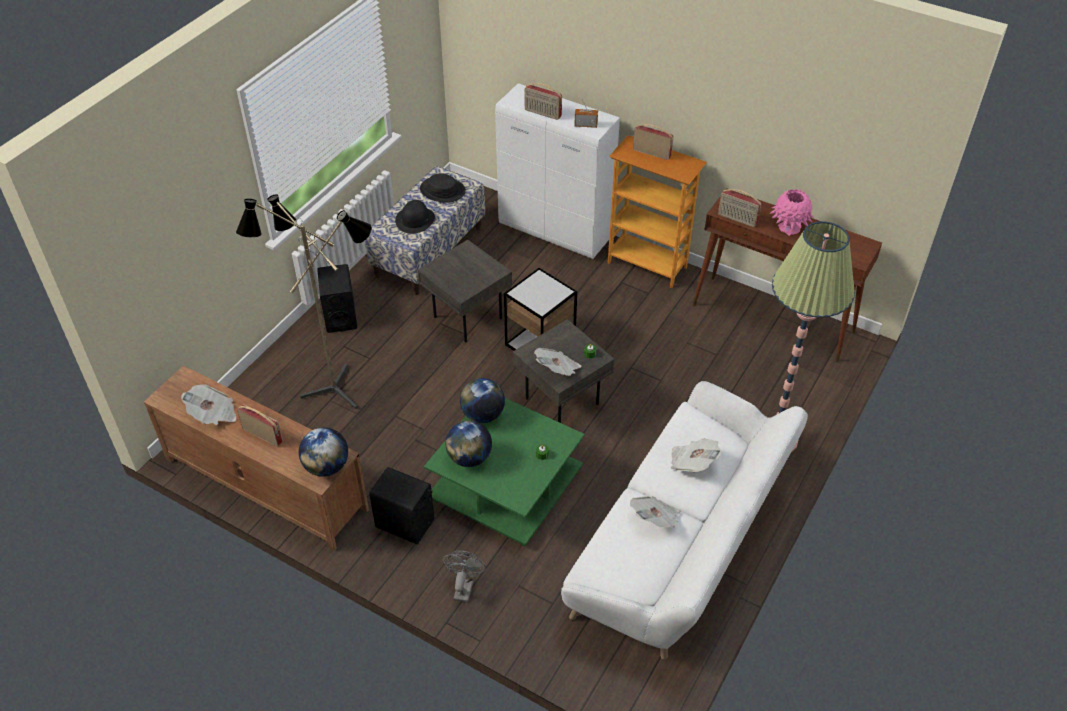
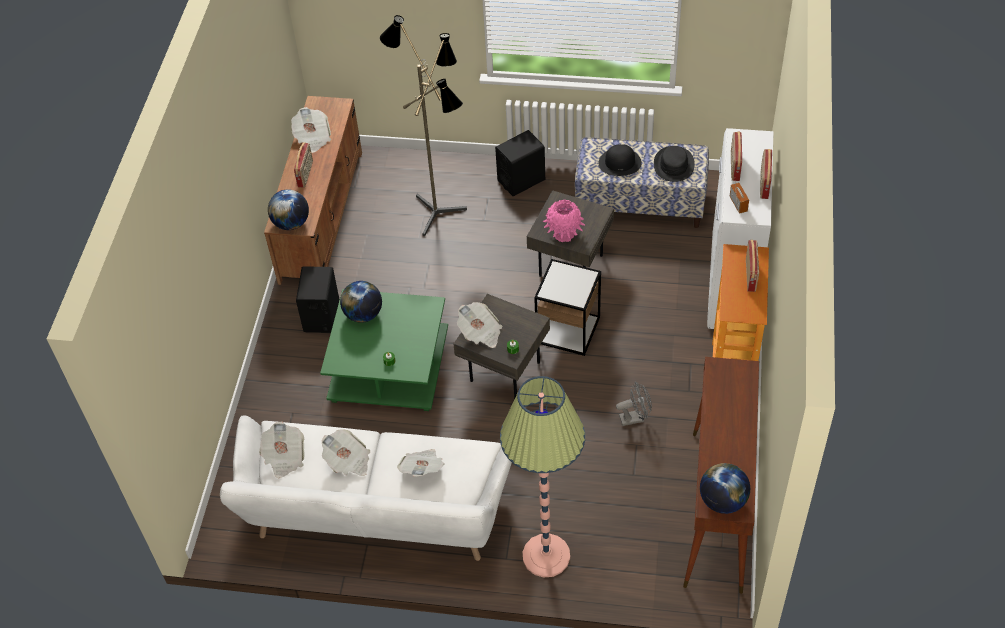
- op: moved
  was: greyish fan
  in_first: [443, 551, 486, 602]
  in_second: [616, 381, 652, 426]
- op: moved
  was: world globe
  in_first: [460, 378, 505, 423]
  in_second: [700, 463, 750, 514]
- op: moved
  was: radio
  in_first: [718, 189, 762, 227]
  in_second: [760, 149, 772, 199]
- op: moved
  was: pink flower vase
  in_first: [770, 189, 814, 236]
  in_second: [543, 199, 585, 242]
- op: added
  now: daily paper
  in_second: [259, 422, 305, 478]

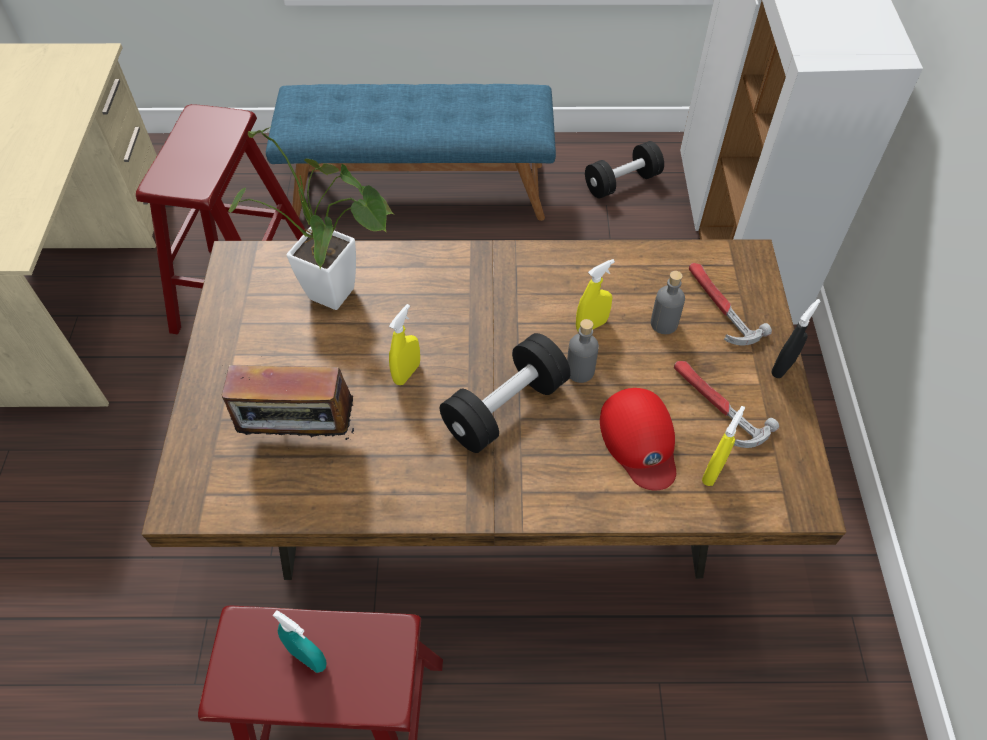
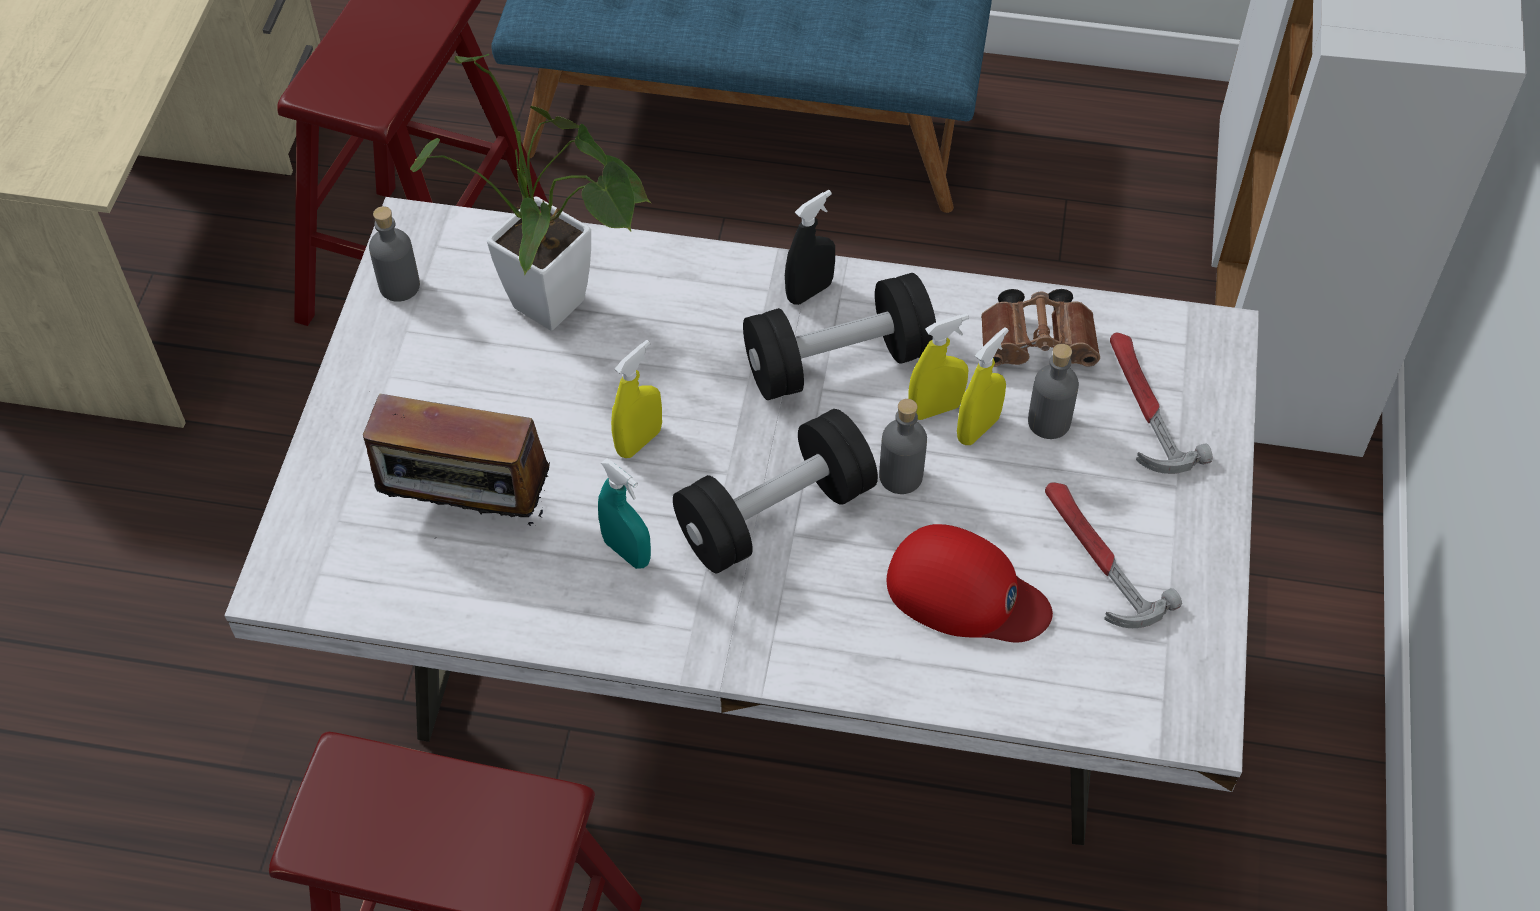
- op: recoloured
  was: brown dinner table
  now: whitish dinner table
  in_first: [141, 239, 846, 580]
  in_second: [224, 197, 1259, 845]
- op: moved
  was: turquoise-coloured spray bottle
  in_first: [273, 610, 327, 673]
  in_second: [598, 458, 651, 569]
- op: moved
  was: black dumbbell
  in_first: [585, 141, 664, 199]
  in_second: [743, 273, 936, 400]
- op: turned
  was: red-coloured cap
  in_first: [600, 388, 676, 490]
  in_second: [887, 524, 1053, 643]
  clockwise: -60
- op: moved
  was: yellowish spray bottle
  in_first: [702, 406, 745, 486]
  in_second: [957, 327, 1009, 445]
- op: moved
  was: black spray bottle
  in_first: [771, 299, 821, 378]
  in_second: [785, 190, 835, 305]
- op: added
  now: greyish beverage bottle
  in_second: [369, 206, 420, 302]
- op: added
  now: brown binoculars
  in_second: [981, 289, 1100, 367]

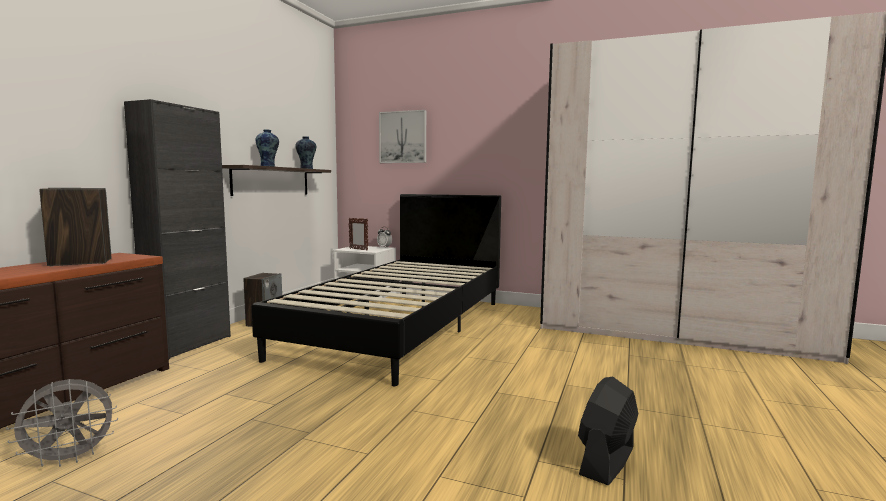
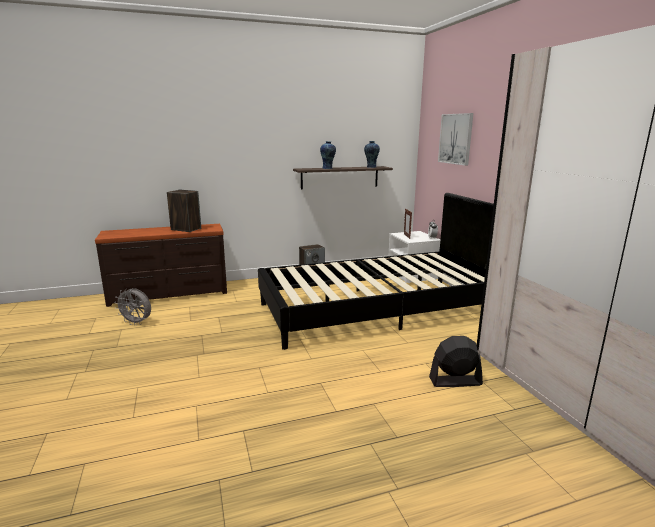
- op: removed
  was: black cabinet
  in_first: [124, 99, 231, 359]
- op: moved
  was: black fan
  in_first: [578, 377, 639, 485]
  in_second: [429, 336, 483, 387]

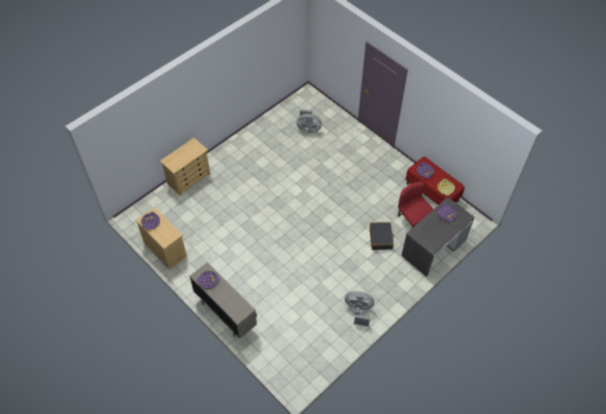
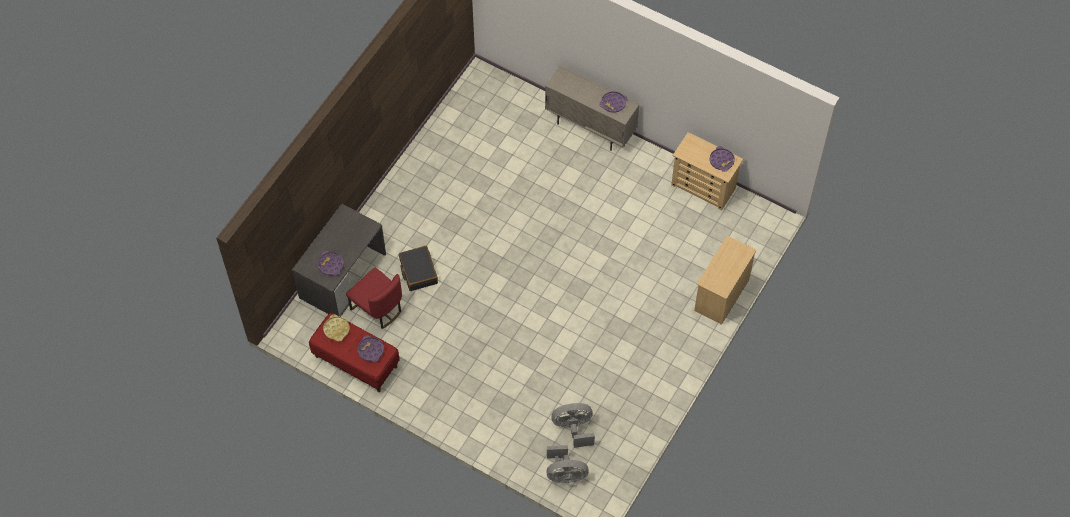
- op: moved
  was: greyish fan
  in_first: [345, 291, 374, 327]
  in_second: [546, 445, 589, 483]

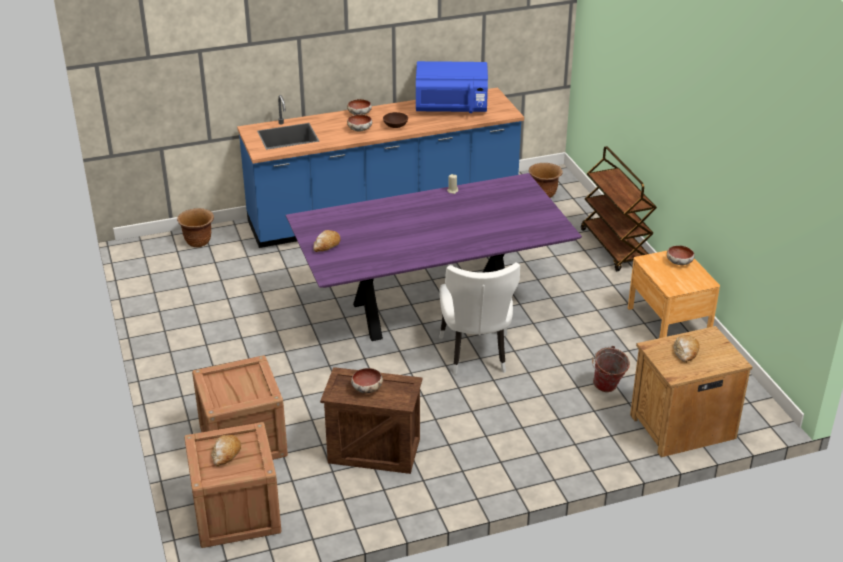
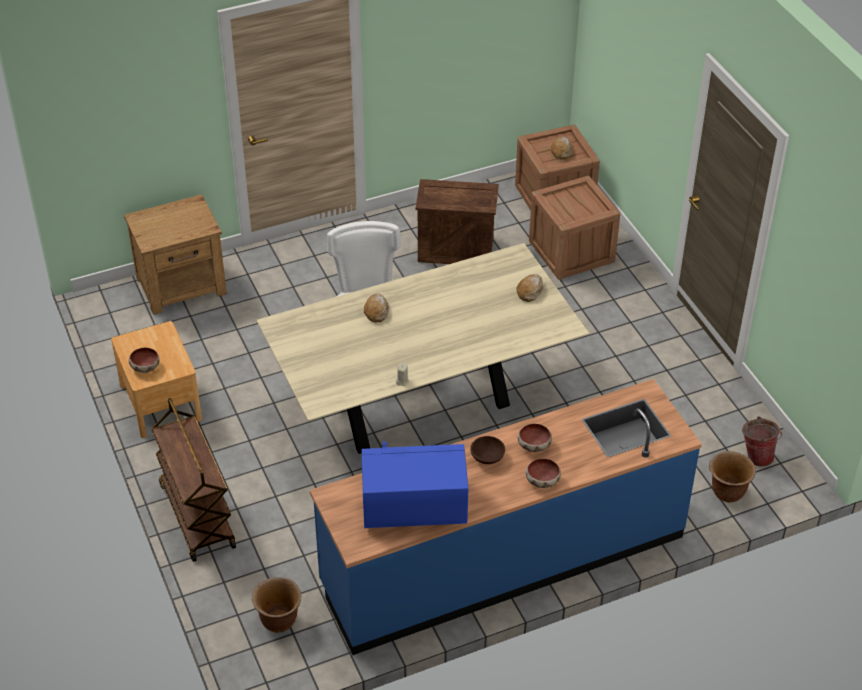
- op: recoloured
  was: purple-coloured dinner table
  now: sand-coloured dinner table
  in_first: [286, 173, 582, 341]
  in_second: [256, 243, 589, 454]
- op: removed
  was: serving bowl
  in_first: [351, 368, 383, 393]
- op: moved
  was: water bucket
  in_first: [592, 346, 630, 392]
  in_second: [742, 416, 782, 466]
- op: moved
  was: baked bread
  in_first: [673, 335, 700, 363]
  in_second: [364, 293, 389, 322]

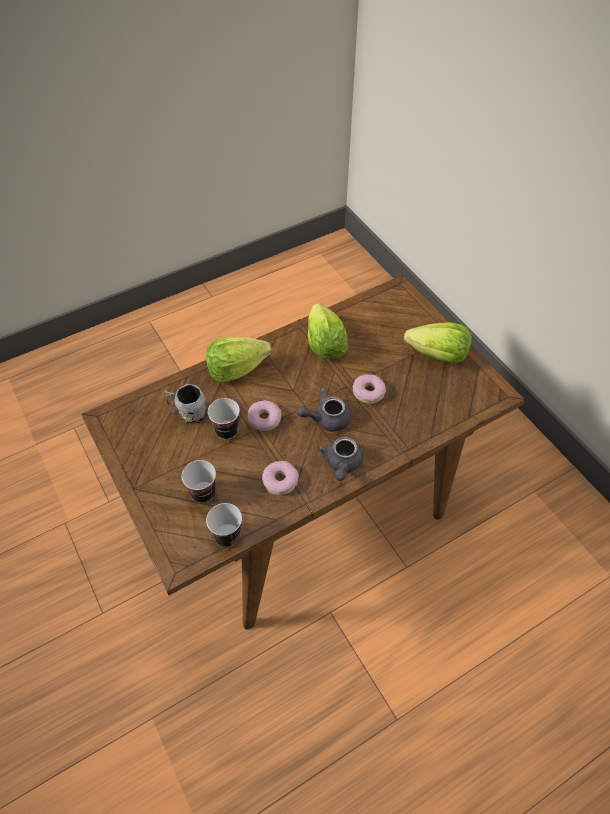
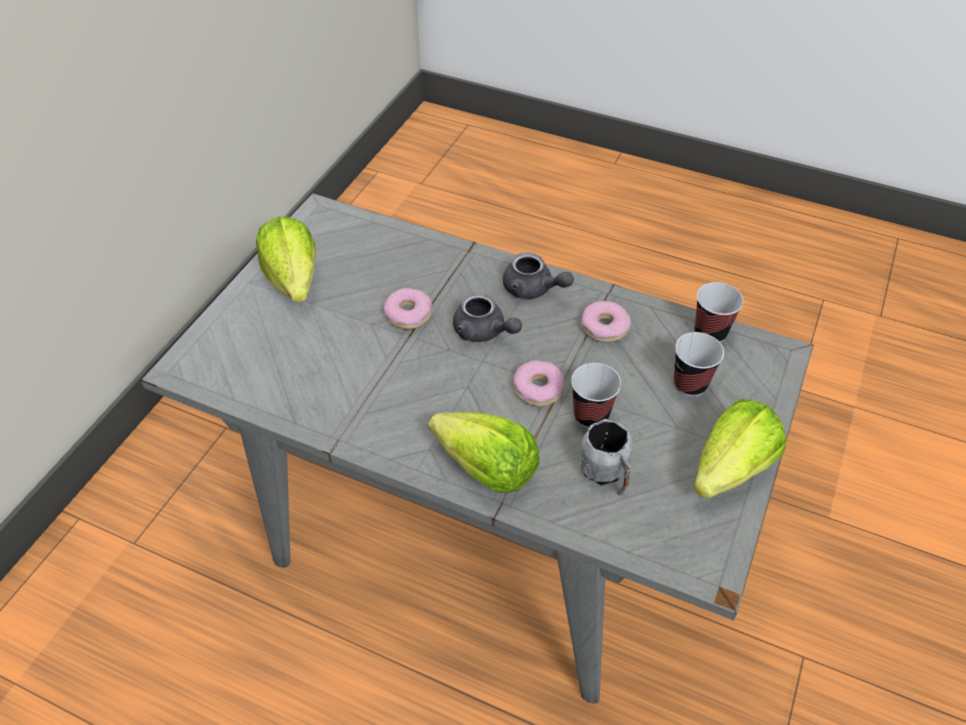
- op: recoloured
  was: brown dinner table
  now: greyish dinner table
  in_first: [81, 275, 526, 629]
  in_second: [141, 193, 814, 703]
- op: moved
  was: lettuce
  in_first: [308, 303, 348, 359]
  in_second: [694, 399, 786, 498]
- op: turned
  was: greyish tea pot
  in_first: [317, 437, 363, 481]
  in_second: [503, 252, 574, 299]
  clockwise: 60

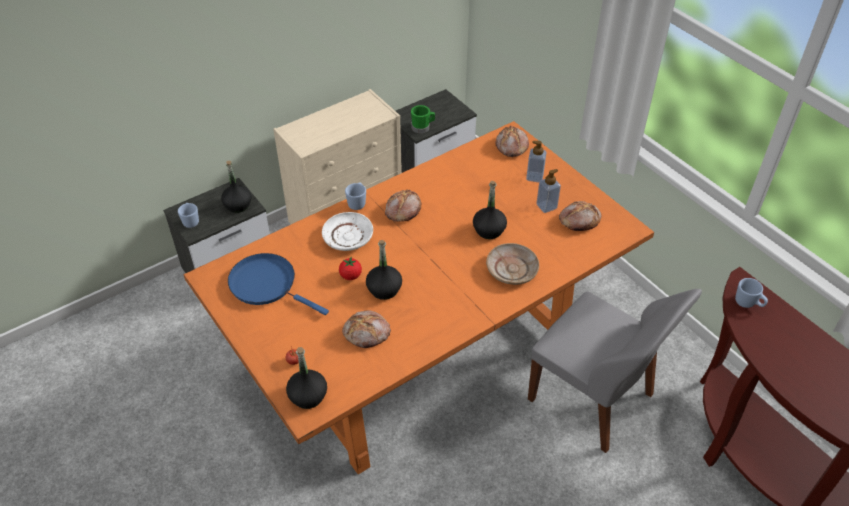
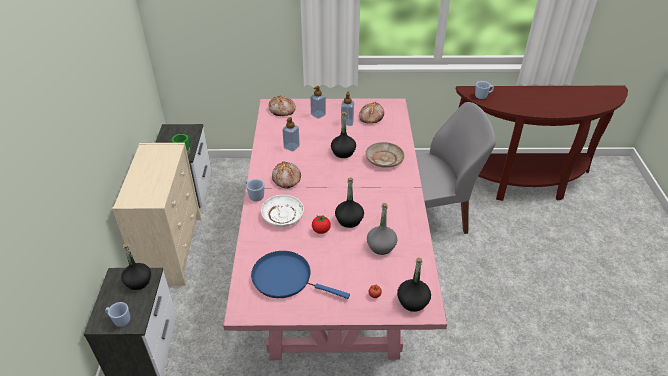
- op: recoloured
  was: orange-coloured dinner table
  now: pink dinner table
  in_first: [183, 121, 654, 474]
  in_second: [223, 98, 447, 360]
- op: turned
  was: bluish pan
  in_first: [228, 253, 329, 315]
  in_second: [251, 251, 350, 299]
  clockwise: 45
- op: replaced
  was: baked bread
  now: greyish beverage bottle
  in_first: [342, 310, 391, 348]
  in_second: [367, 203, 397, 255]
- op: added
  now: soap bottle
  in_second: [282, 117, 300, 151]

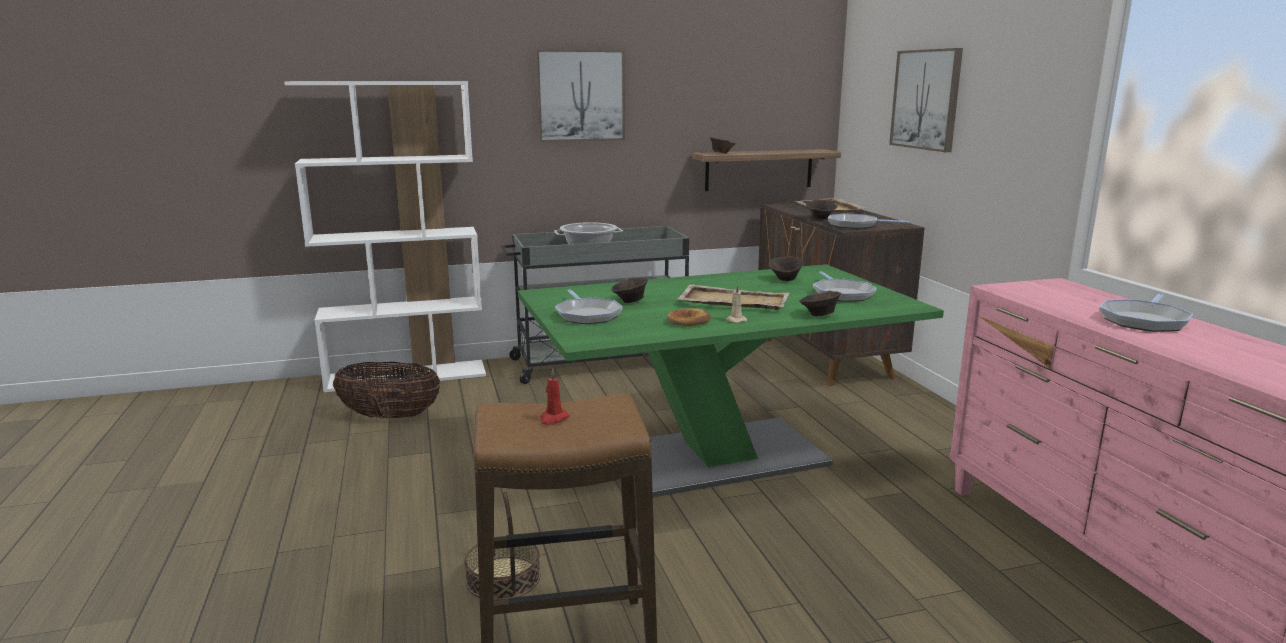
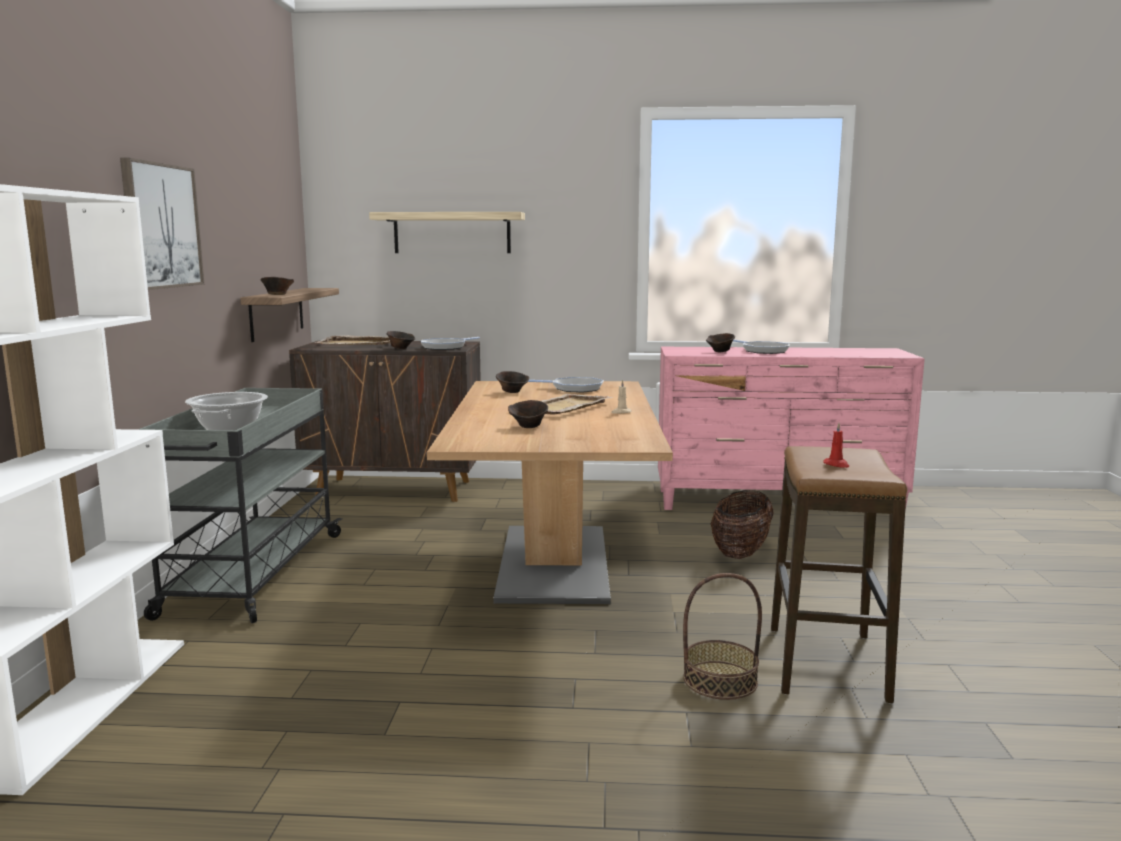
- op: moved
  was: basket
  in_first: [333, 362, 441, 419]
  in_second: [711, 490, 774, 559]
- op: recoloured
  was: green dinner table
  now: brown dinner table
  in_first: [518, 264, 944, 497]
  in_second: [427, 381, 673, 604]
- op: removed
  was: pan
  in_first: [555, 289, 623, 324]
- op: removed
  was: baked bread
  in_first: [667, 308, 711, 327]
- op: moved
  was: brown serving bowl
  in_first: [799, 291, 841, 317]
  in_second: [706, 333, 735, 352]
- op: replaced
  was: wall art
  now: shelf
  in_first: [889, 48, 963, 152]
  in_second: [369, 212, 525, 253]

